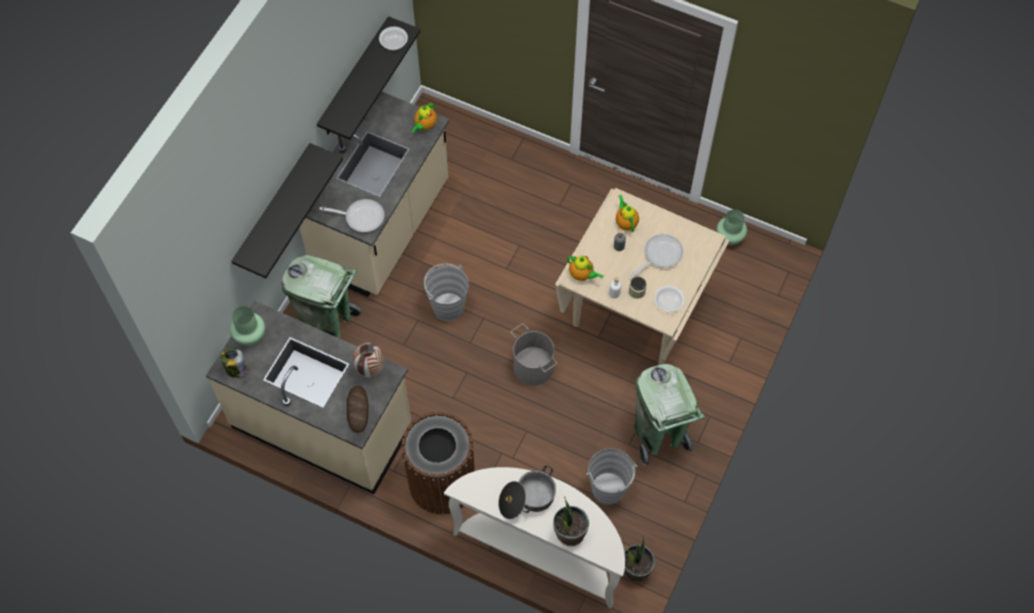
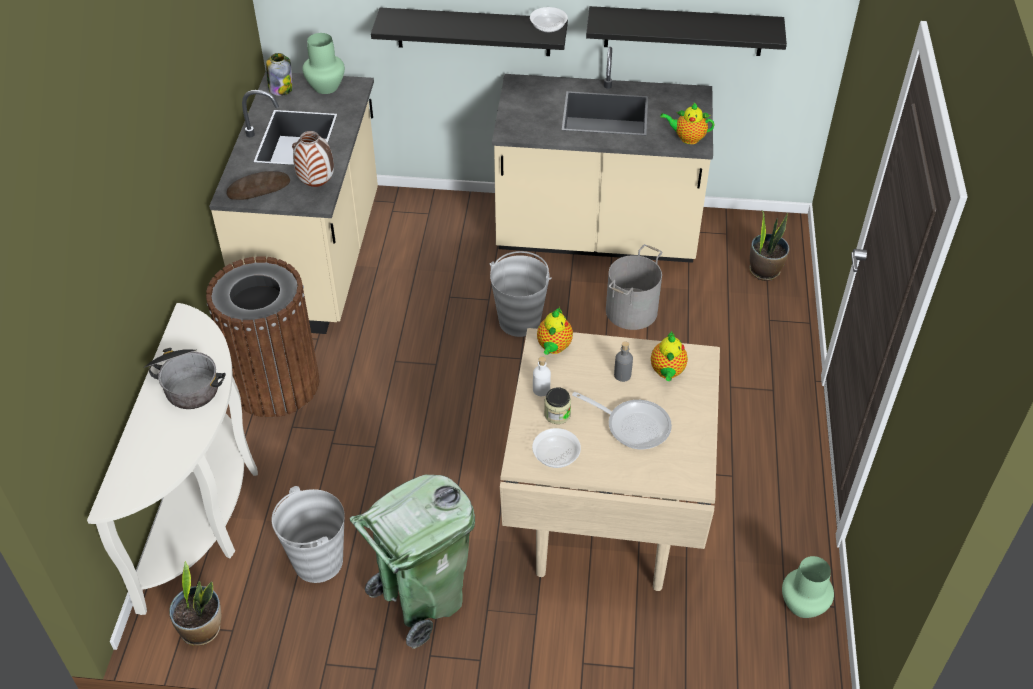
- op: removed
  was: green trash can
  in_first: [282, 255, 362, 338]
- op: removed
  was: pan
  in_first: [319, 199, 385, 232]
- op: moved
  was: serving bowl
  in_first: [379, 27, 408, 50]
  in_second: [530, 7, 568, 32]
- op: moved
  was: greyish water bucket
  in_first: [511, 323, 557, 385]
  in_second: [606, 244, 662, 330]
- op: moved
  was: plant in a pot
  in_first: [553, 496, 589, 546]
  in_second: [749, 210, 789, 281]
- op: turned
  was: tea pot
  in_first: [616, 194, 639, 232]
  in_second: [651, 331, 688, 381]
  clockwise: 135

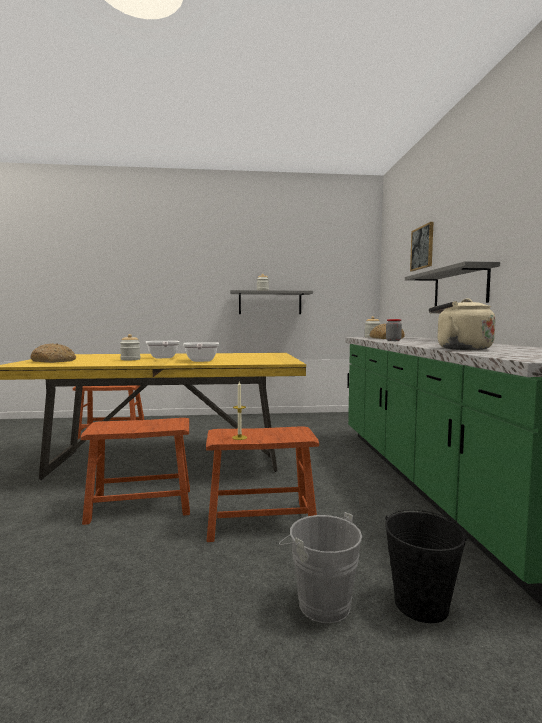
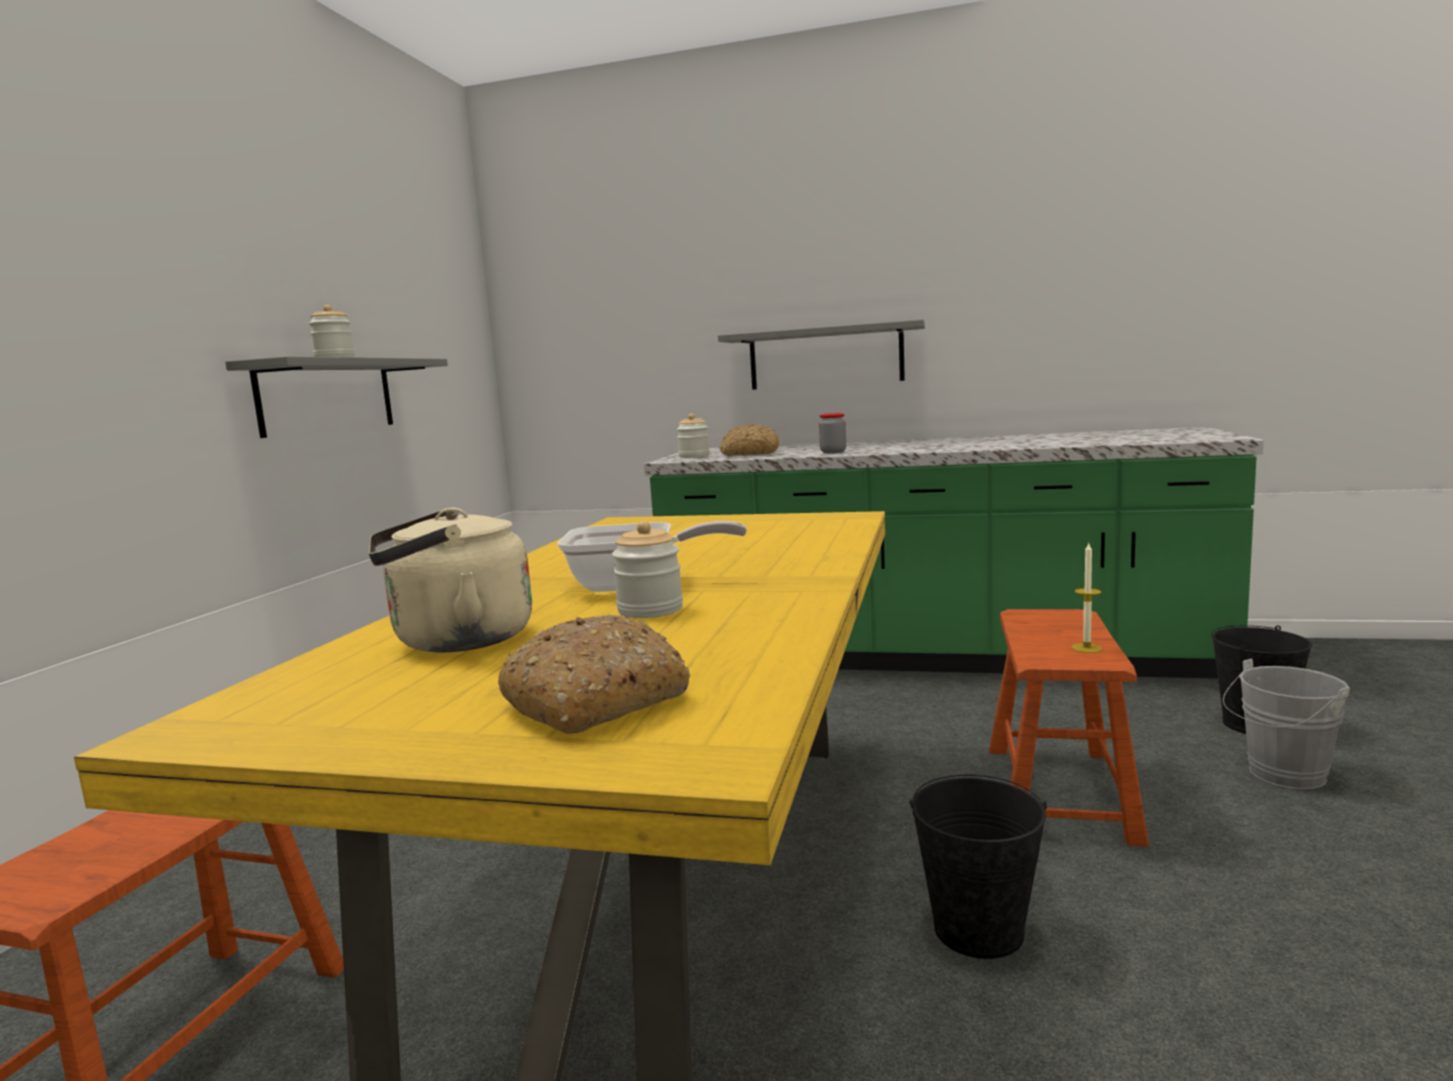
- op: replaced
  was: brown sitting stool
  now: black water bucket
  in_first: [81, 418, 190, 525]
  in_second: [909, 775, 1047, 959]
- op: removed
  was: pan
  in_first: [183, 342, 219, 362]
- op: removed
  was: wall art
  in_first: [410, 222, 433, 271]
- op: moved
  was: sand-coloured water kettle
  in_first: [429, 299, 495, 350]
  in_second: [368, 507, 532, 652]

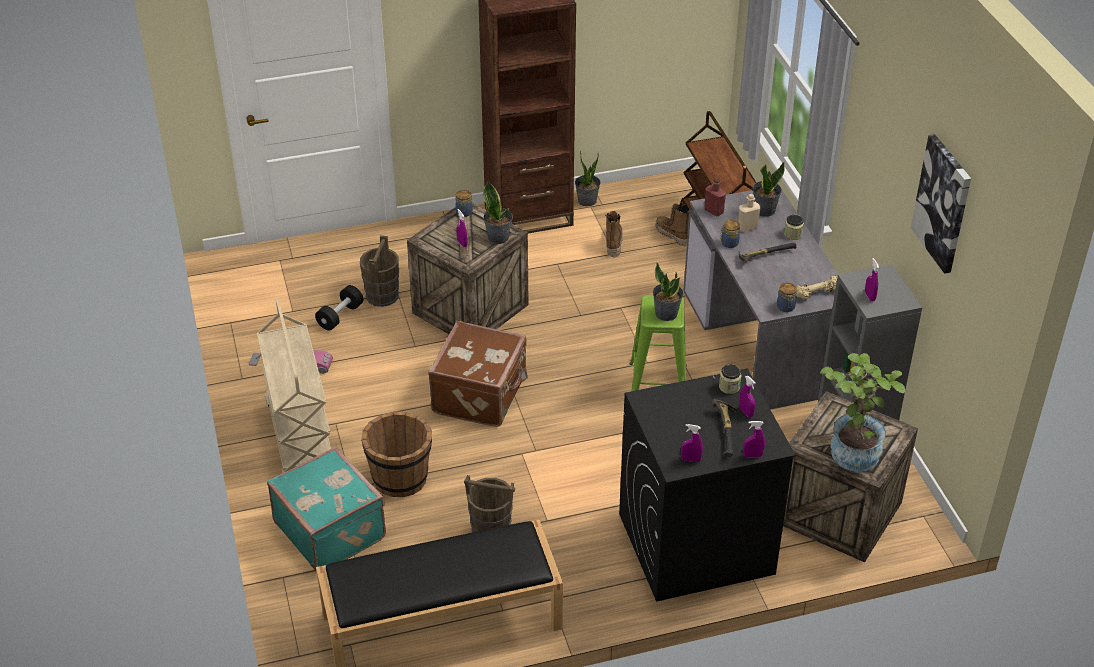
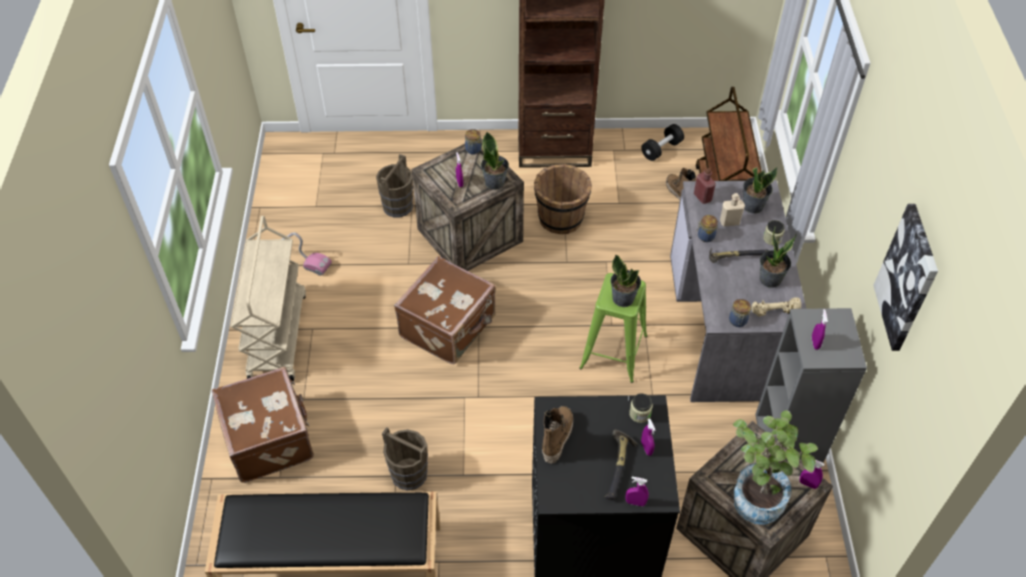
- op: recoloured
  was: turquoise-coloured piece of luggage
  now: brown piece of luggage
  in_first: [267, 447, 386, 572]
  in_second: [212, 367, 314, 483]
- op: moved
  was: black dumbbell
  in_first: [315, 285, 363, 331]
  in_second: [641, 124, 684, 161]
- op: moved
  was: brown water bucket
  in_first: [361, 411, 432, 497]
  in_second: [534, 164, 592, 234]
- op: moved
  was: plant in a pot
  in_first: [575, 151, 601, 206]
  in_second: [760, 227, 797, 288]
- op: moved
  was: tall boot
  in_first: [605, 211, 623, 257]
  in_second: [542, 406, 573, 464]
- op: moved
  was: purple-coloured spray bottle
  in_first: [681, 424, 703, 462]
  in_second: [800, 460, 824, 489]

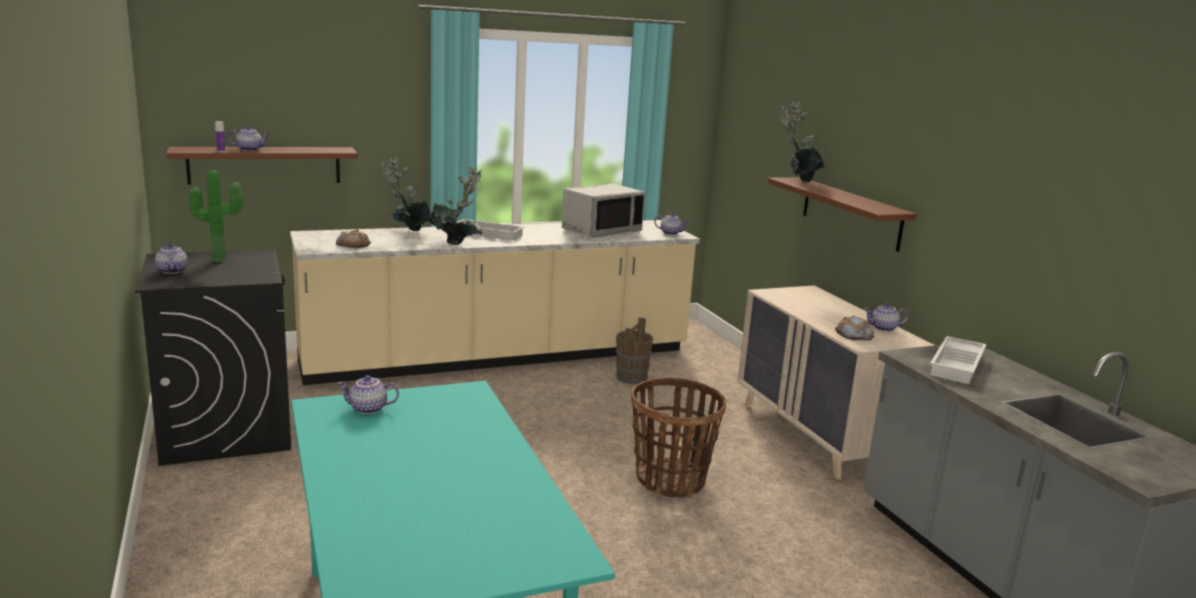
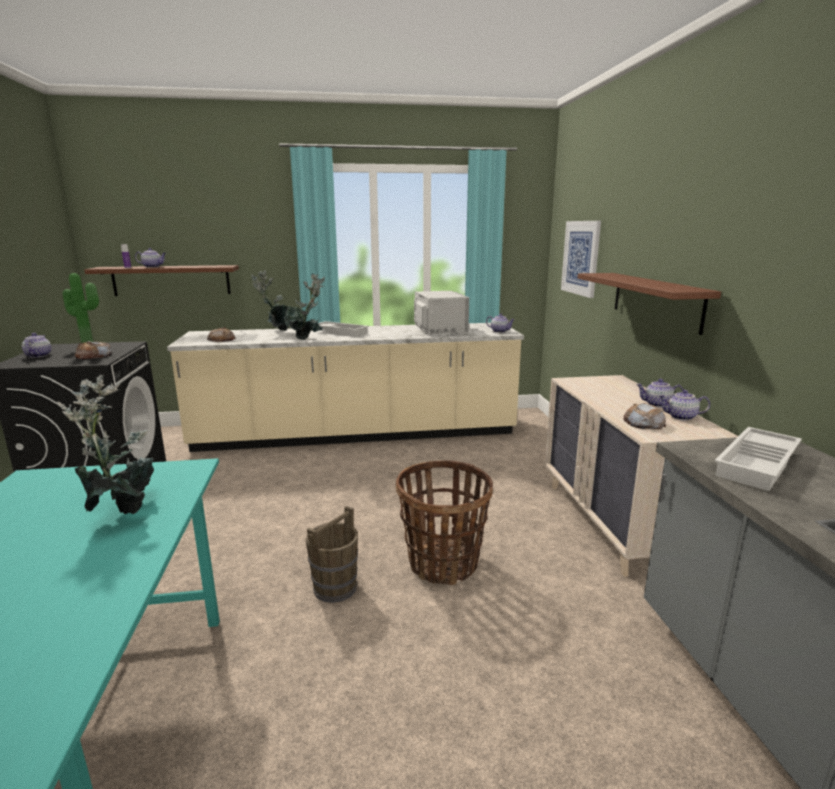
- op: moved
  was: tea pot
  in_first: [337, 375, 399, 414]
  in_second: [636, 379, 684, 408]
- op: turned
  was: greyish microwave oven
  in_first: [562, 183, 645, 238]
  in_second: [414, 291, 469, 335]
  clockwise: -75
- op: moved
  was: brown water bucket
  in_first: [616, 317, 653, 384]
  in_second: [306, 506, 358, 603]
- op: moved
  was: plant in a pot
  in_first: [780, 101, 824, 182]
  in_second: [57, 375, 154, 514]
- op: added
  now: baked bread
  in_second: [75, 341, 111, 359]
- op: added
  now: wall art
  in_second: [561, 221, 601, 298]

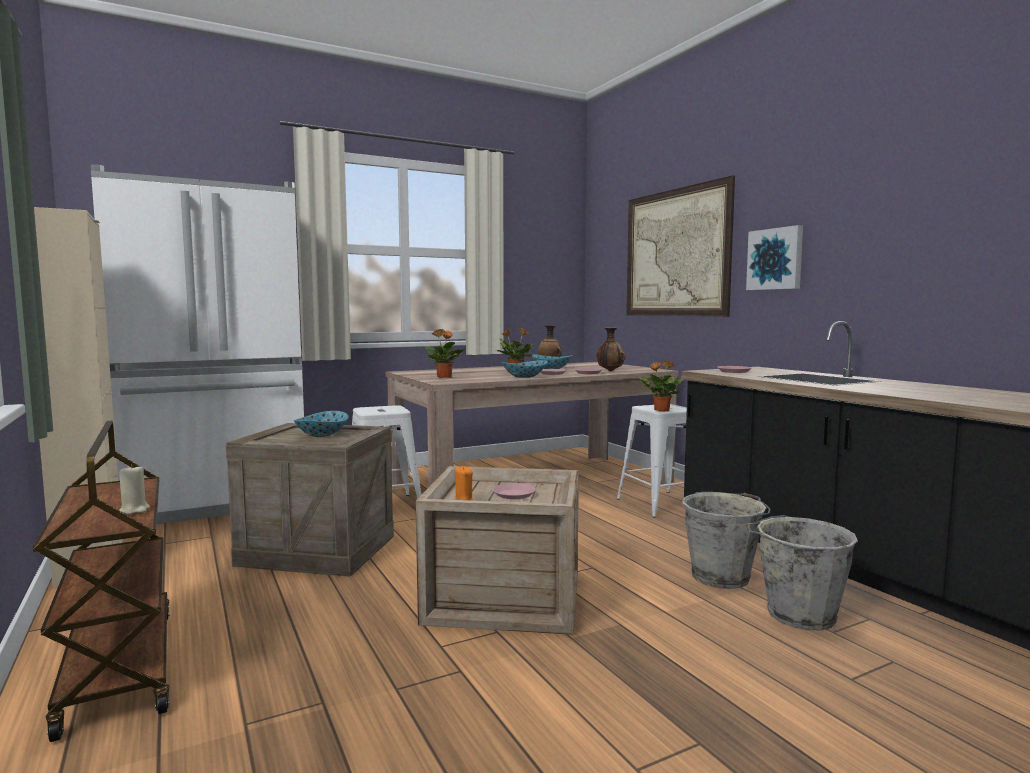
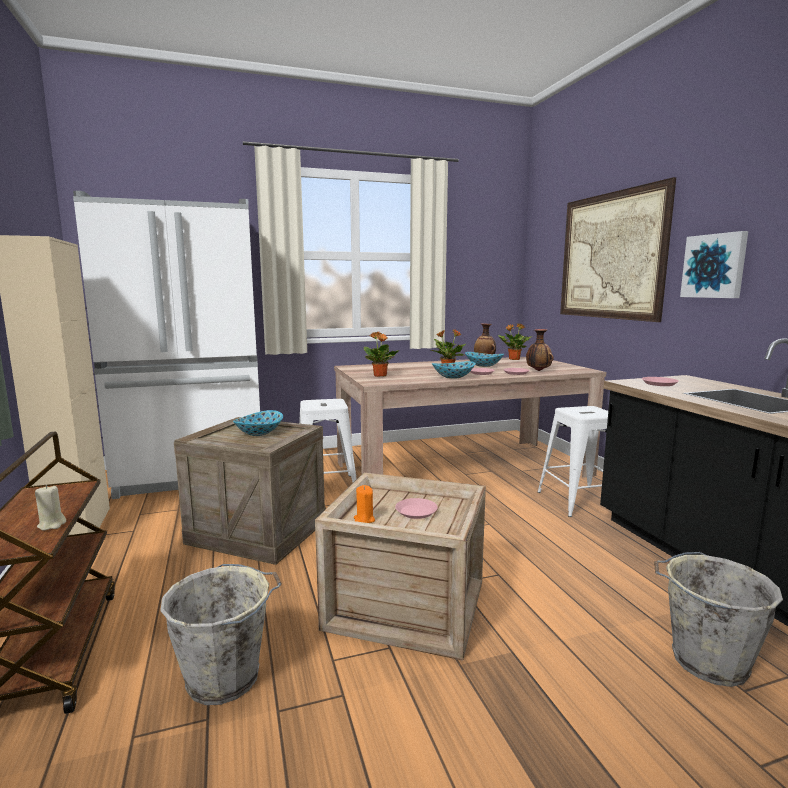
- op: moved
  was: plant in a pot
  in_first: [638, 360, 685, 411]
  in_second: [498, 323, 532, 360]
- op: moved
  was: greyish water bucket
  in_first: [682, 492, 771, 589]
  in_second: [160, 564, 282, 705]

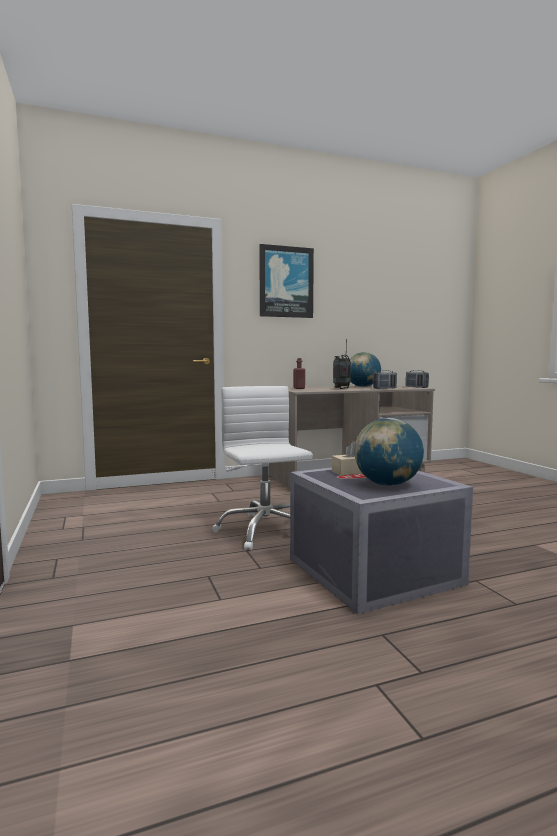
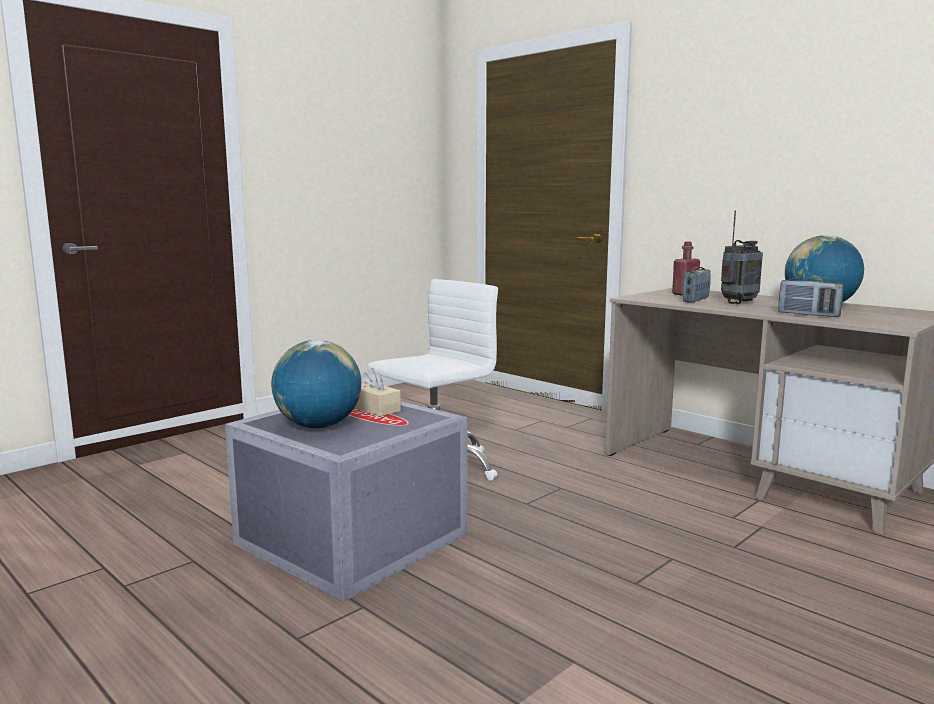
- op: removed
  was: wall art
  in_first: [259, 244, 314, 318]
- op: moved
  was: radio
  in_first: [406, 370, 429, 388]
  in_second: [683, 267, 711, 303]

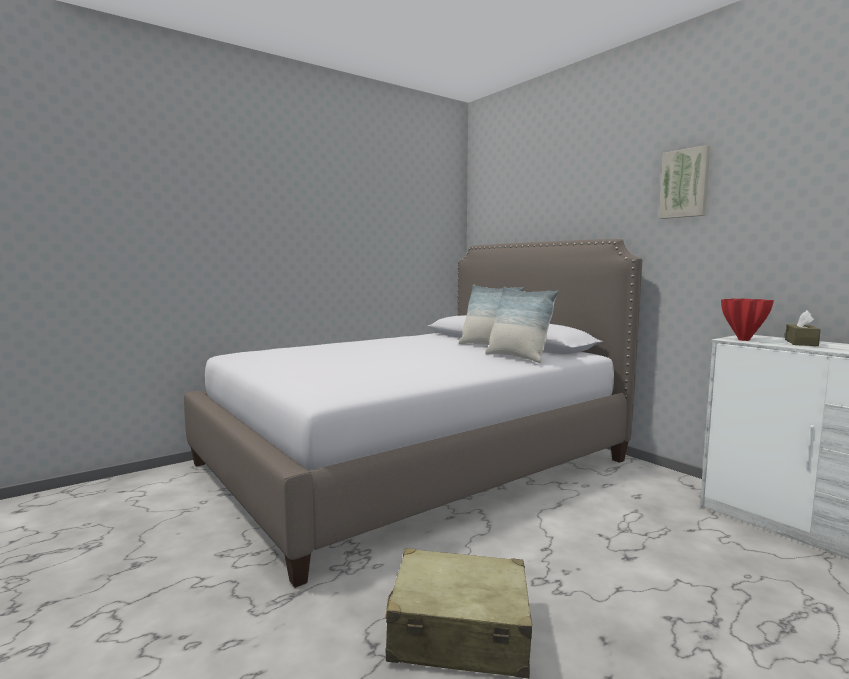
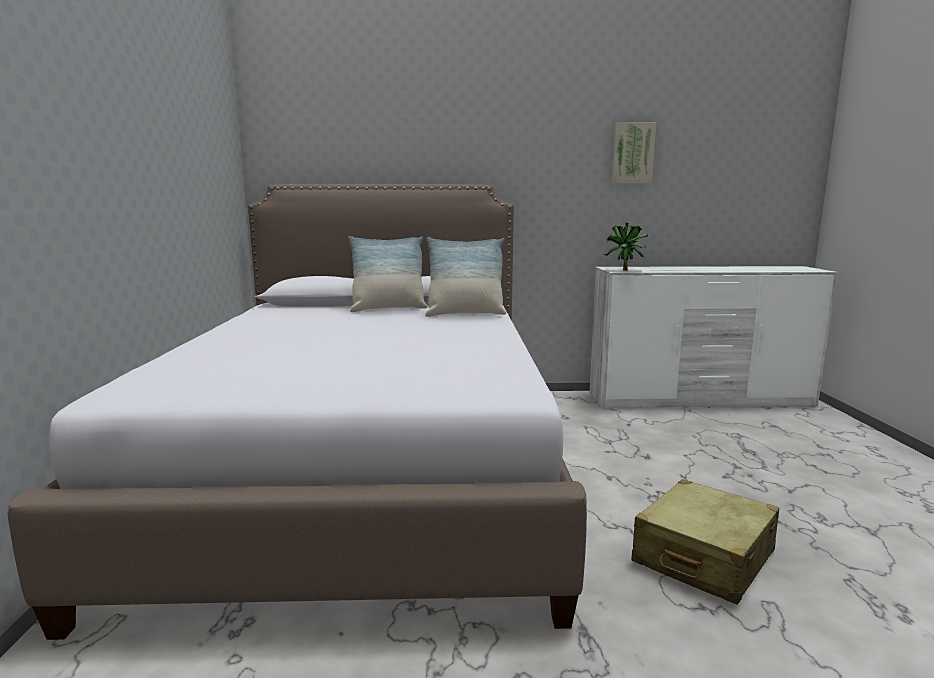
- op: moved
  was: wall art
  in_first: [659, 145, 711, 219]
  in_second: [612, 122, 656, 184]
- op: replaced
  was: red-coloured flower vase
  now: plant in a pot
  in_first: [721, 299, 774, 341]
  in_second: [604, 223, 648, 271]
- op: removed
  was: brown tissue holder
  in_first: [785, 310, 821, 346]

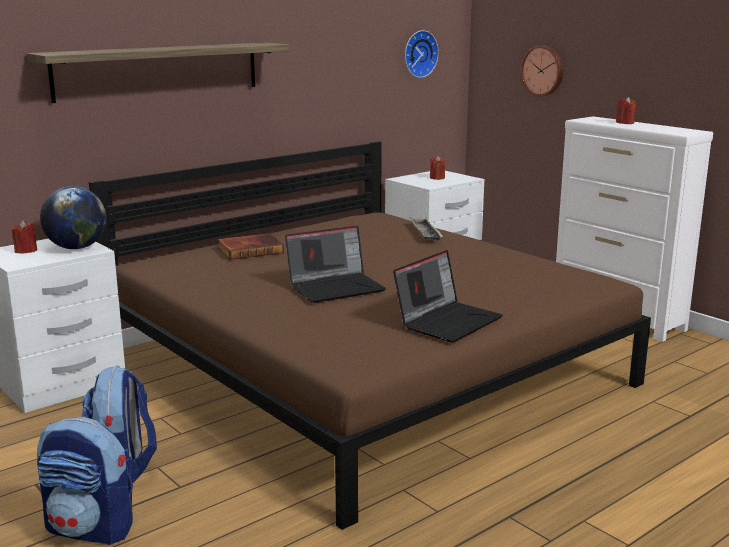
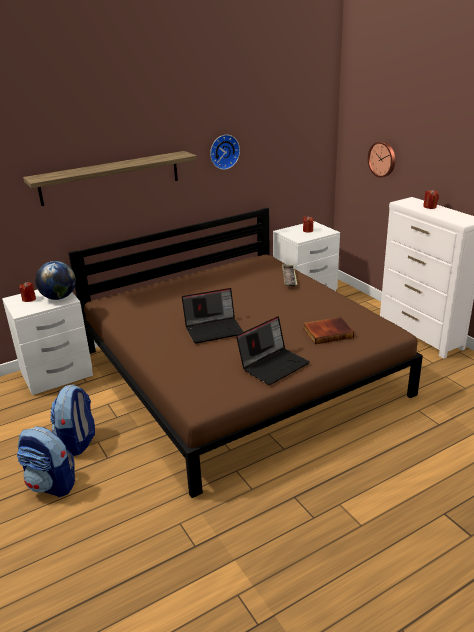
- op: moved
  was: bound book
  in_first: [218, 233, 284, 260]
  in_second: [303, 317, 354, 344]
- op: moved
  was: hanging clock
  in_first: [405, 30, 439, 78]
  in_second: [210, 135, 240, 170]

